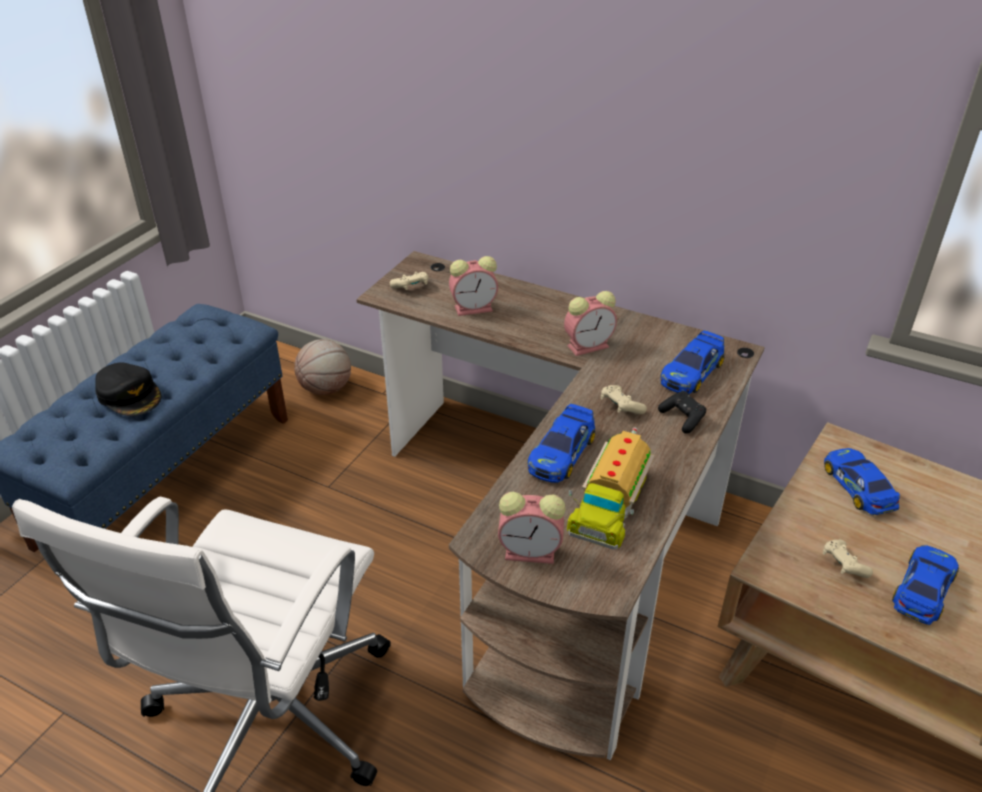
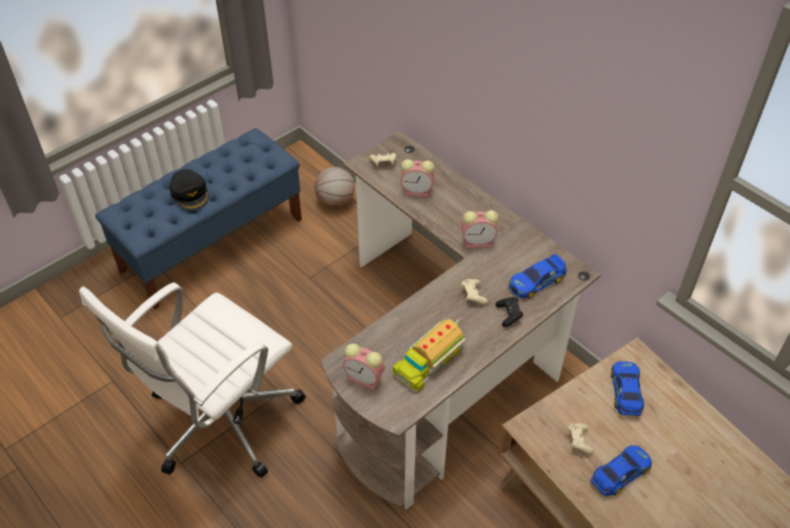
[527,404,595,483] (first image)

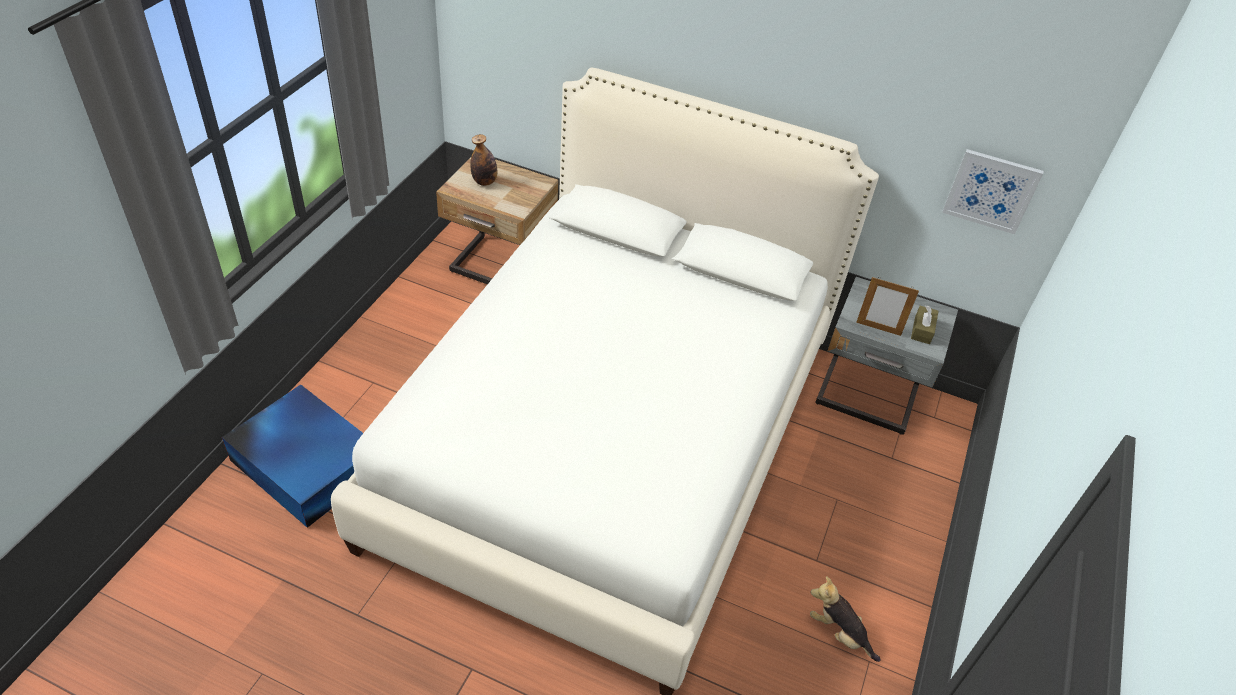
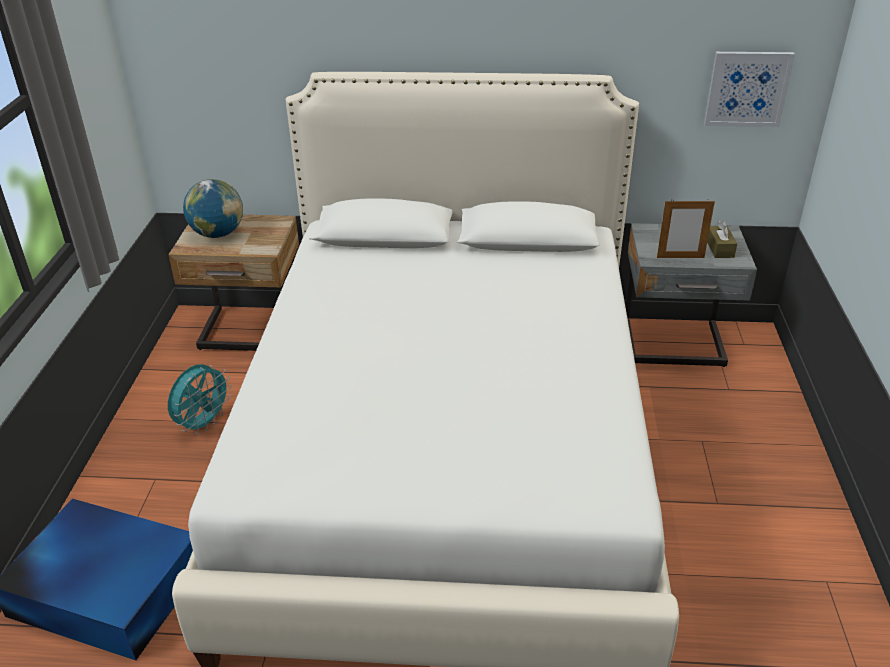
[168,364,232,434]
[183,179,243,238]
[810,576,881,662] (first image)

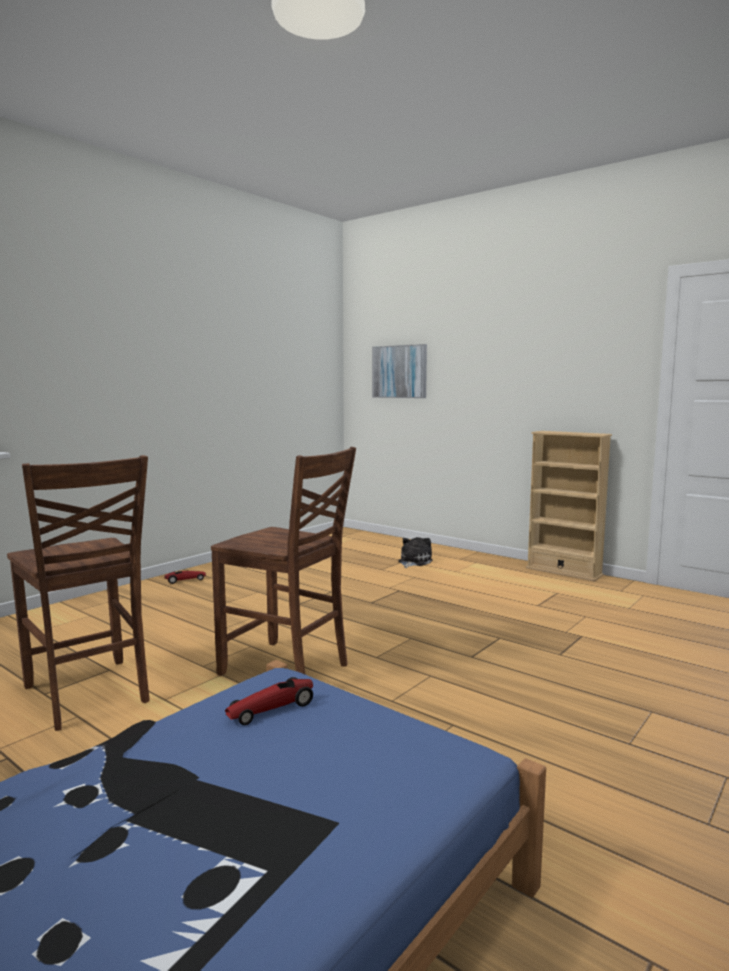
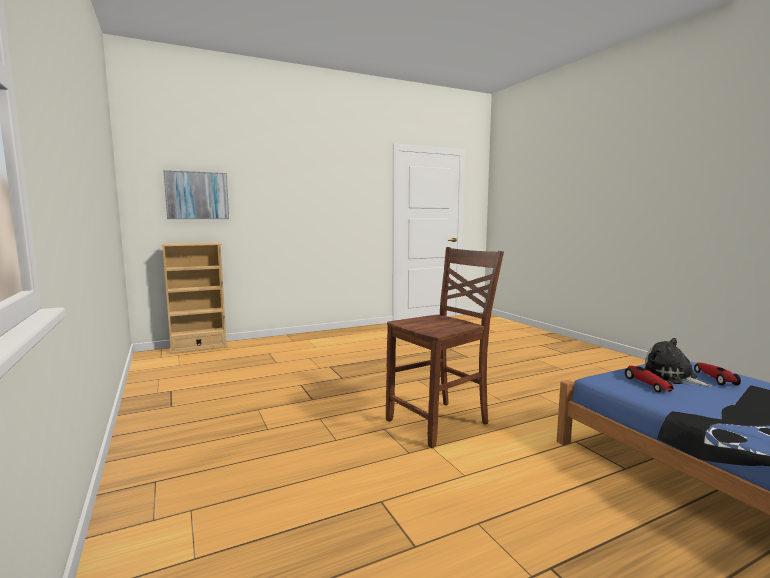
[161,243,228,354]
[644,338,712,387]
[694,363,741,386]
[7,455,149,731] (first image)

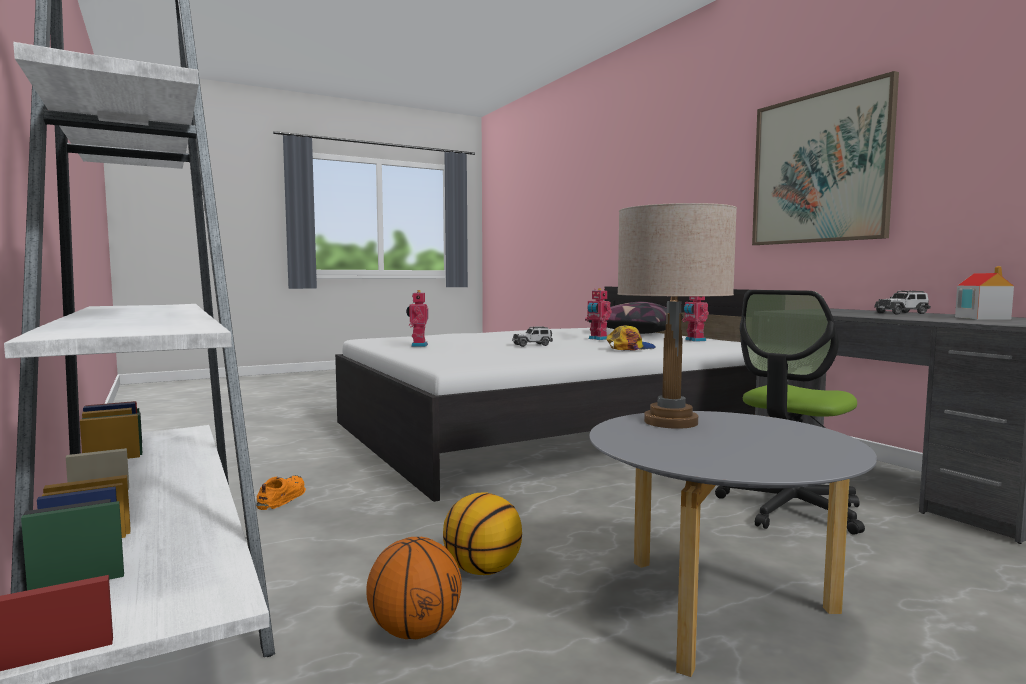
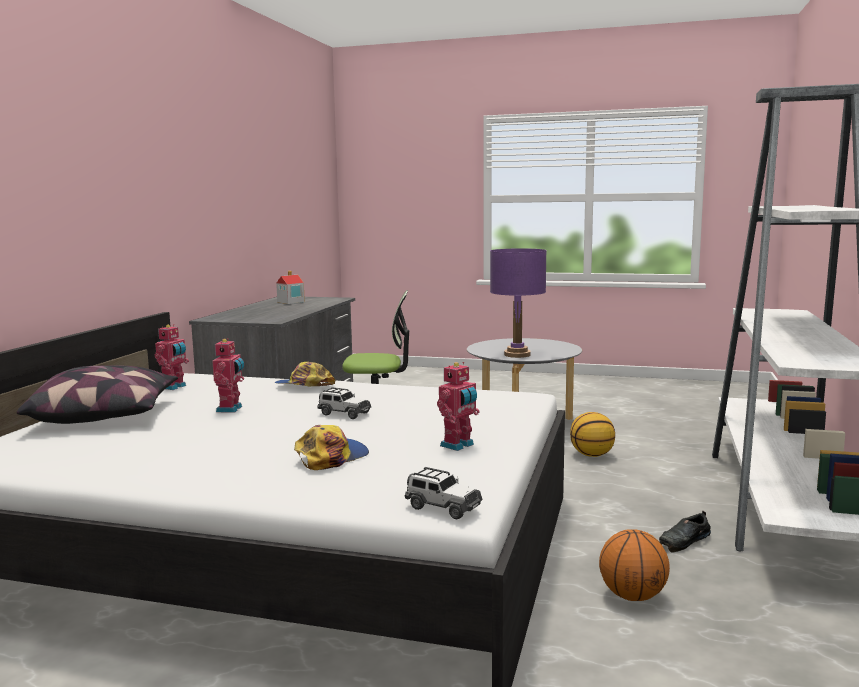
[294,425,369,470]
[404,467,482,519]
[490,248,547,358]
[599,530,670,601]
[659,510,711,553]
[752,71,899,245] (first image)

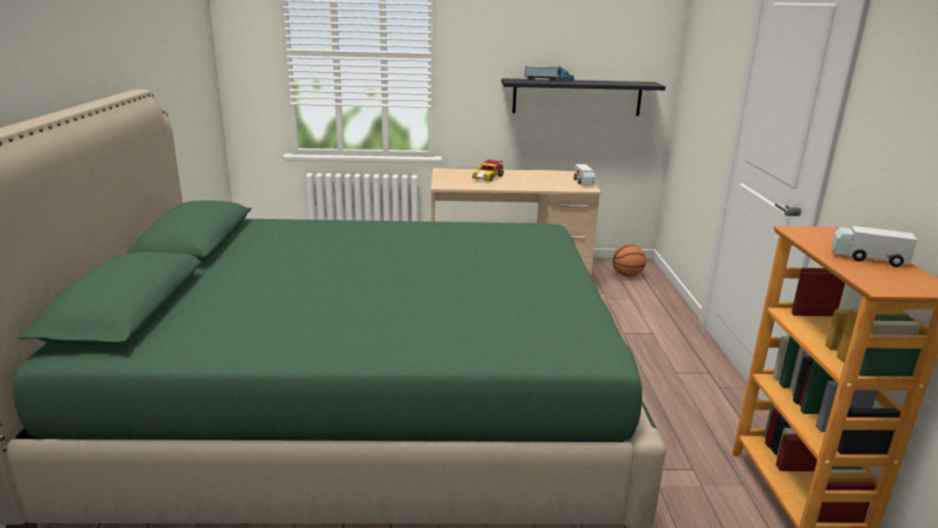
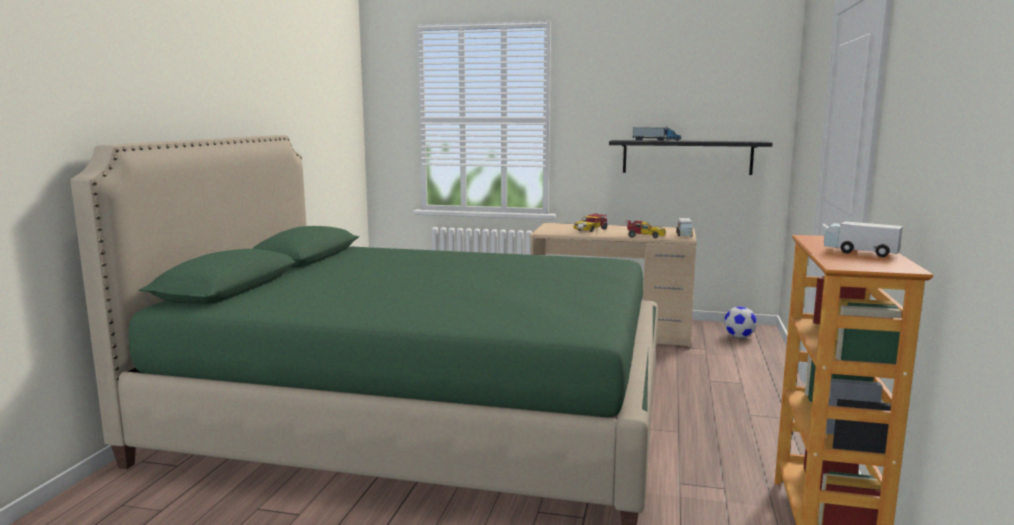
[625,220,666,238]
[724,307,757,338]

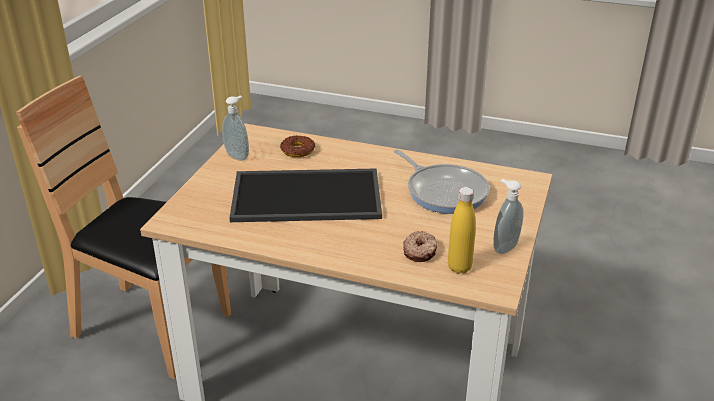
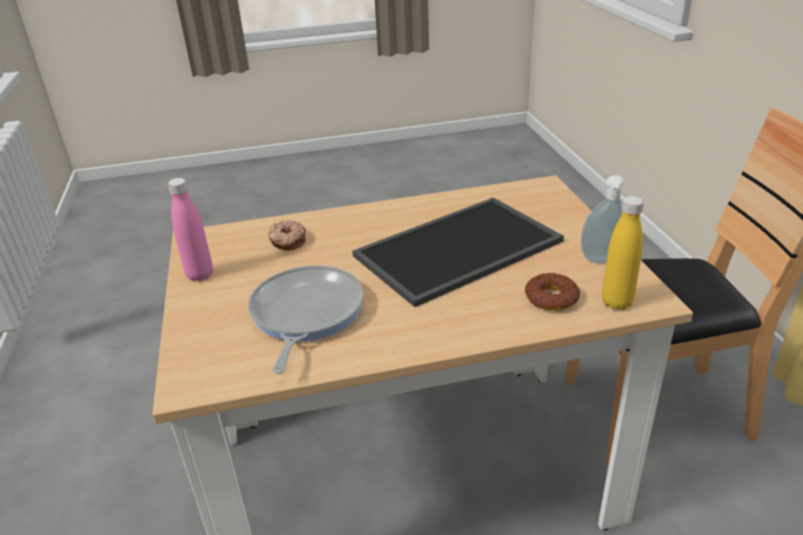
[168,178,213,281]
[248,265,364,374]
[602,196,644,310]

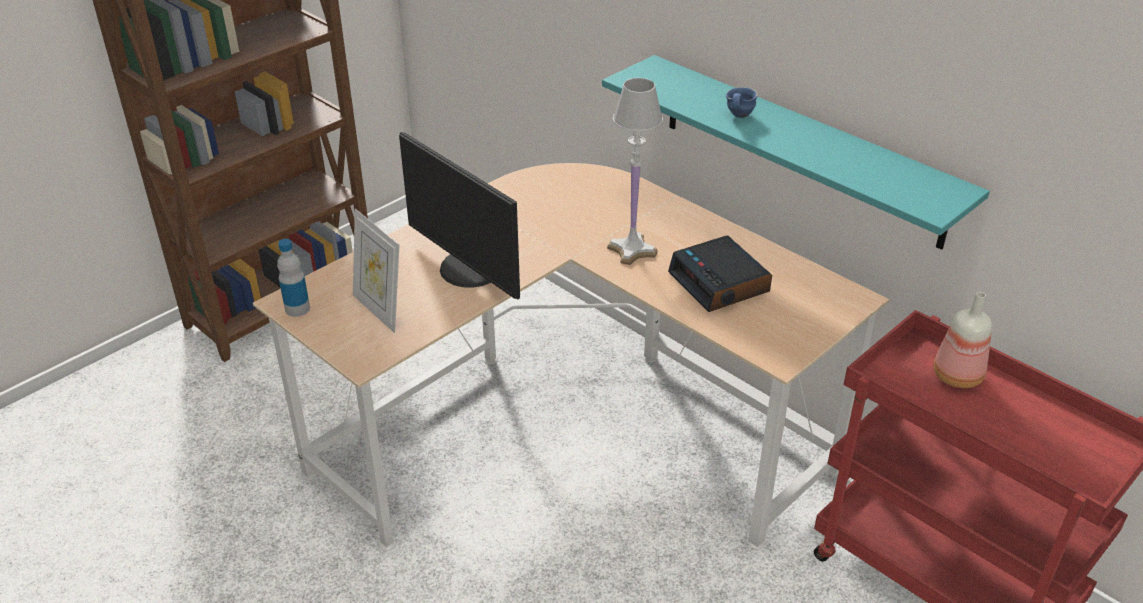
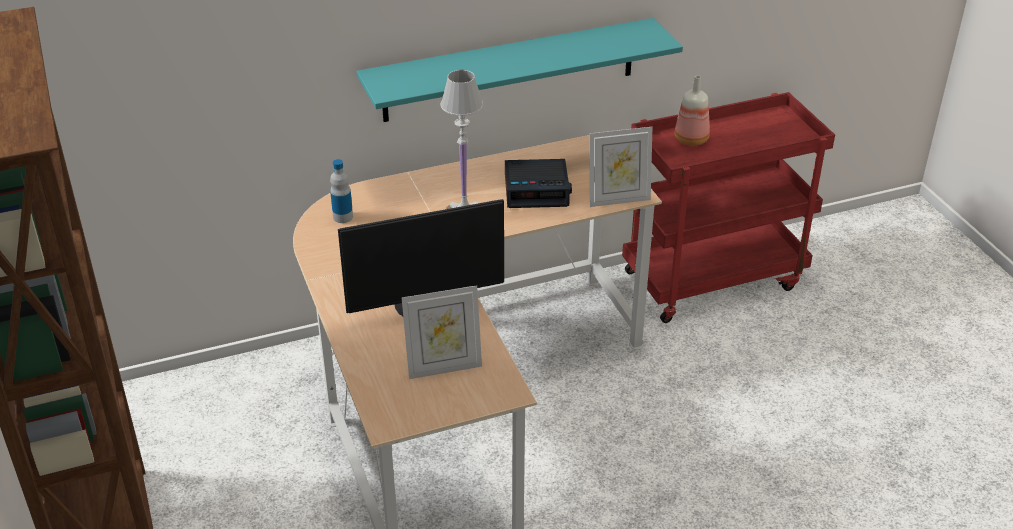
[330,159,353,223]
[590,127,652,207]
[726,87,758,118] (first image)

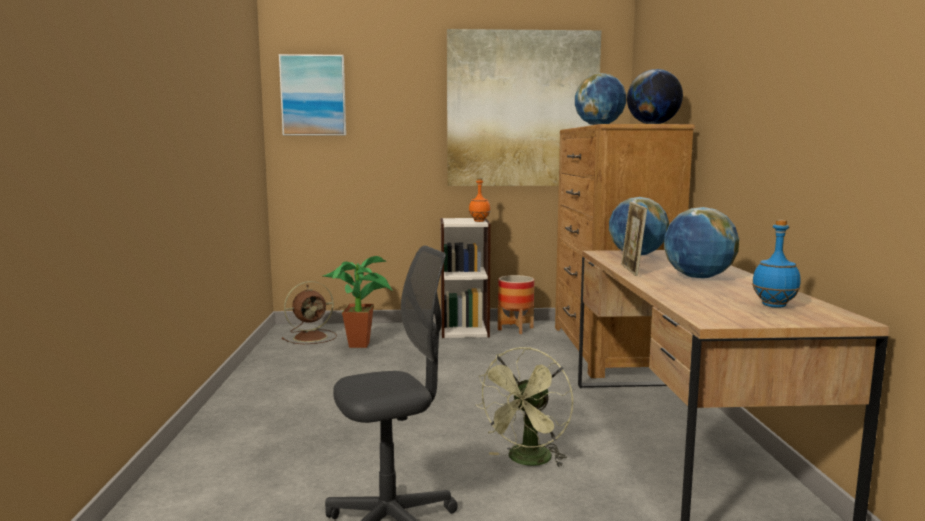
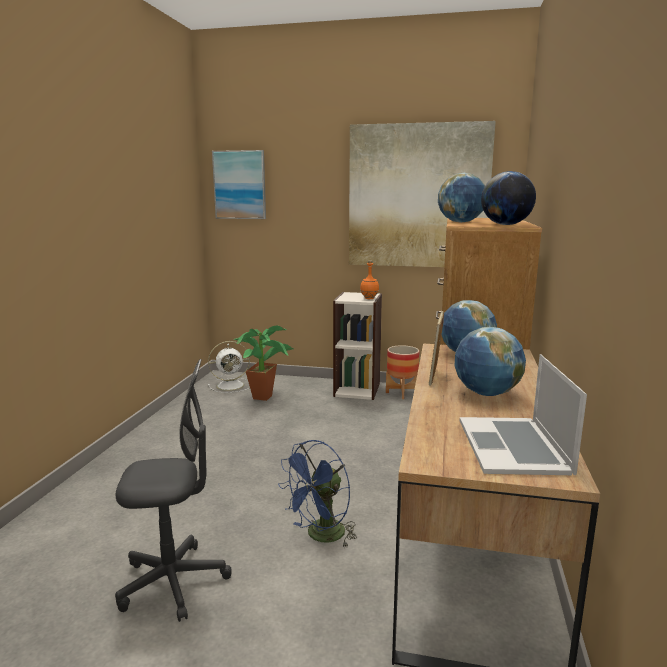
[208,341,250,393]
[278,440,357,548]
[460,354,587,475]

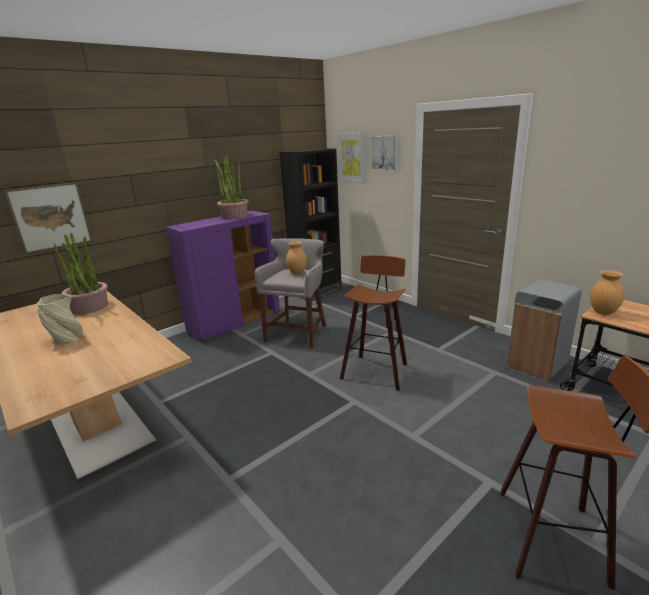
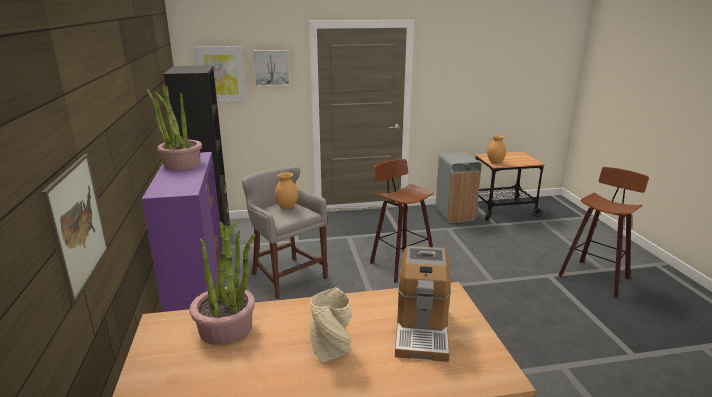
[395,246,451,362]

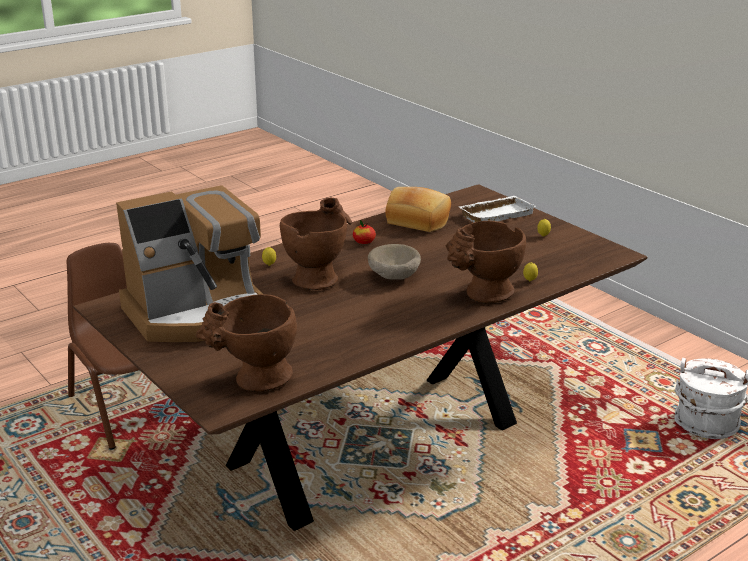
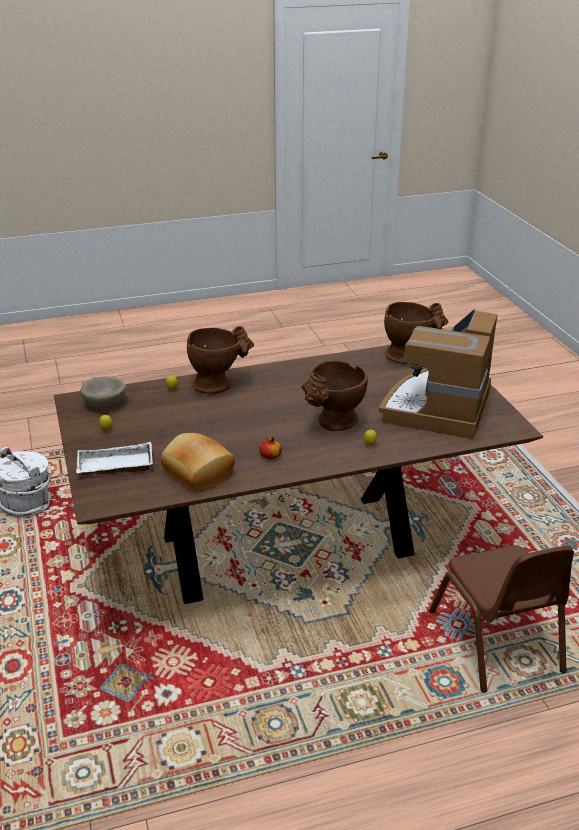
[80,376,127,408]
[379,309,498,439]

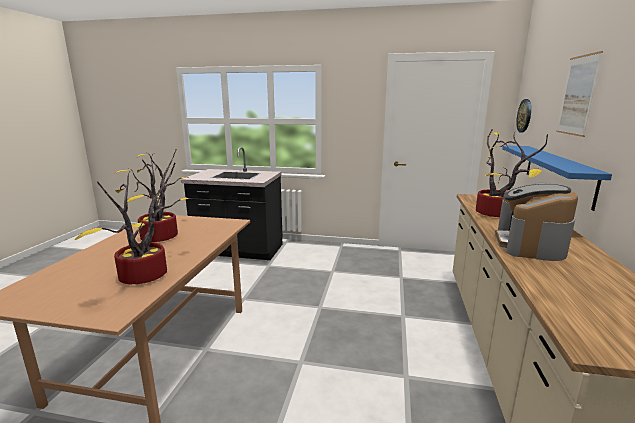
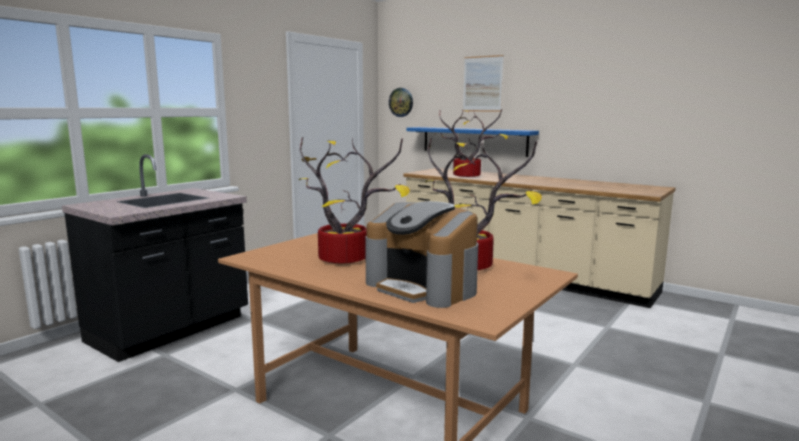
[365,201,478,308]

